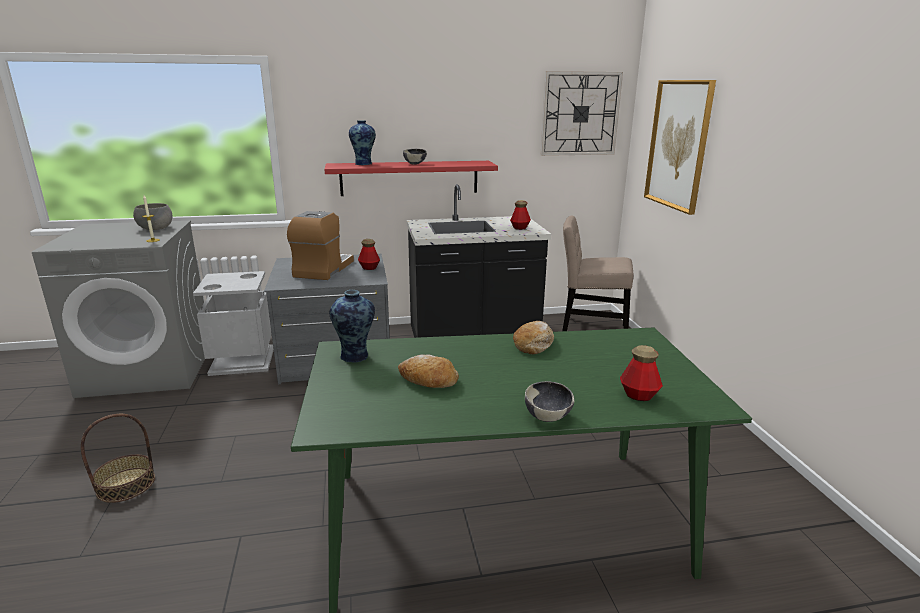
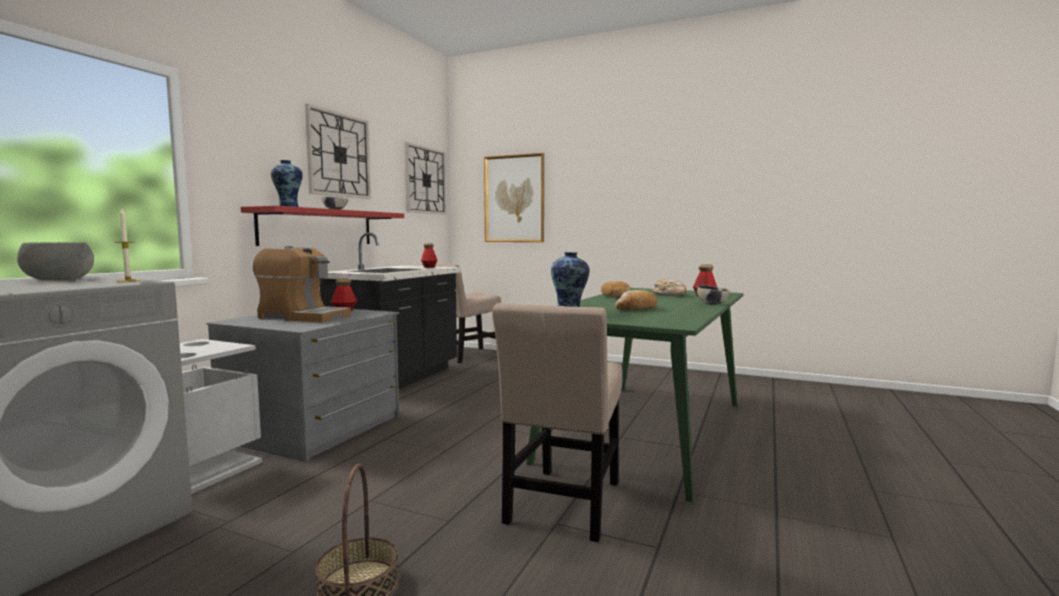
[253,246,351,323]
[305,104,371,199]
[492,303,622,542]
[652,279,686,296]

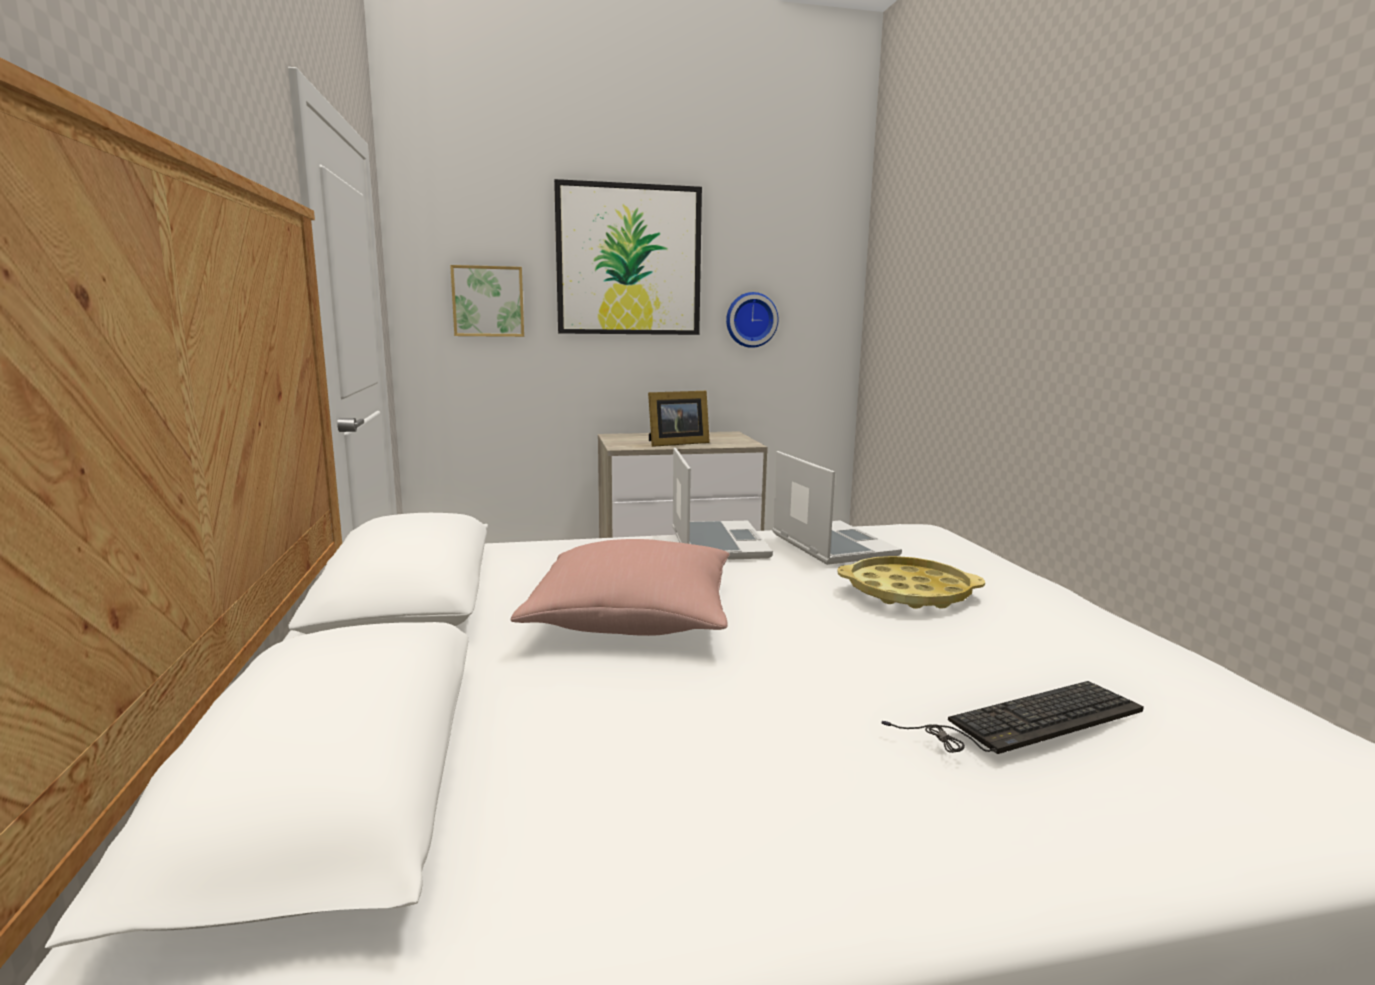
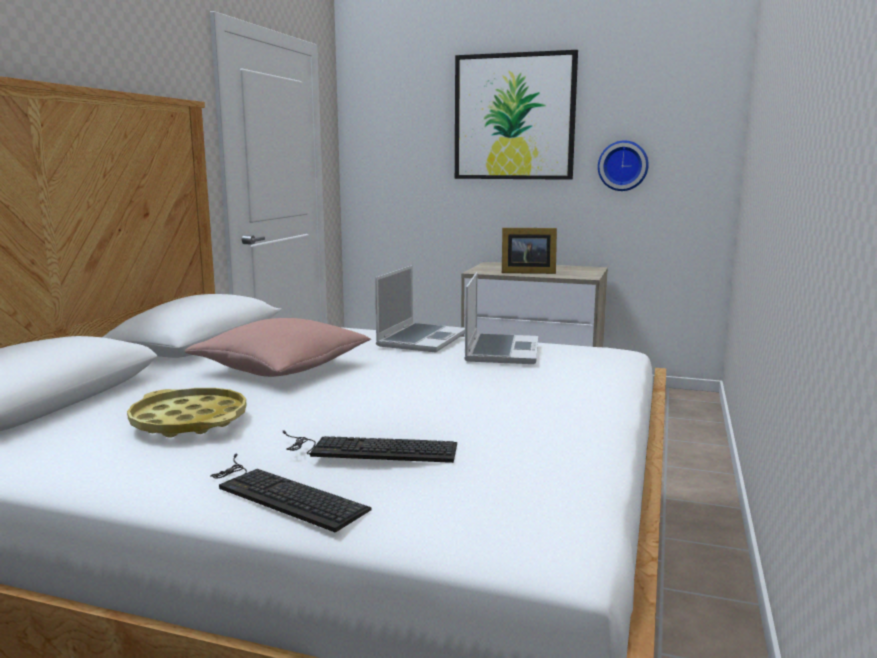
[127,388,246,438]
[210,453,371,533]
[450,265,524,337] (first image)

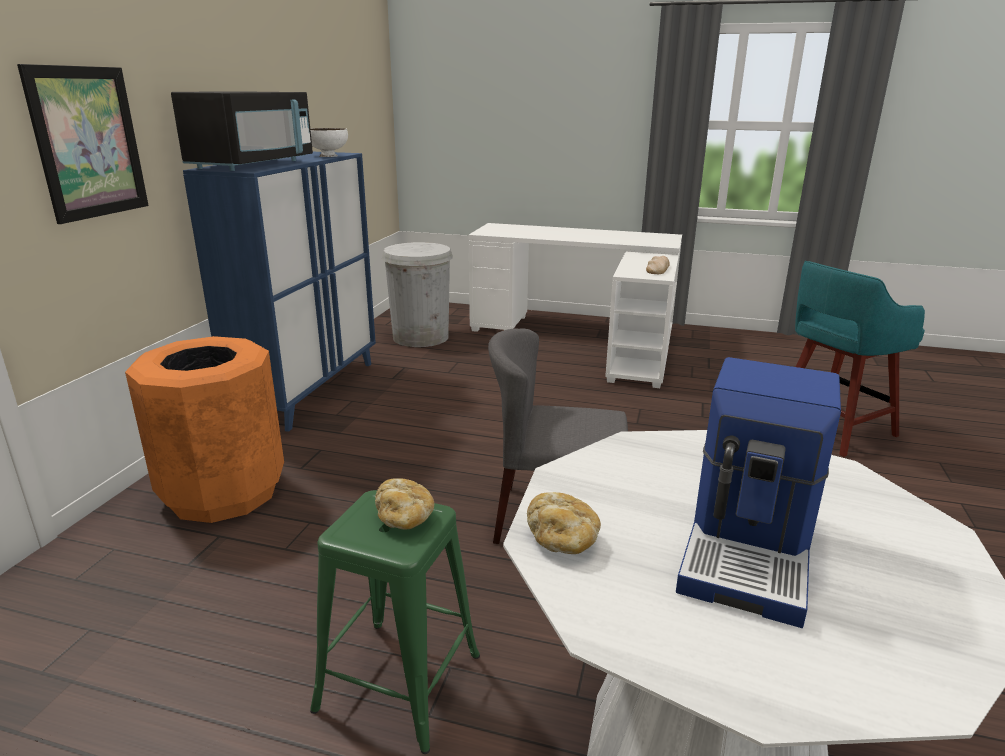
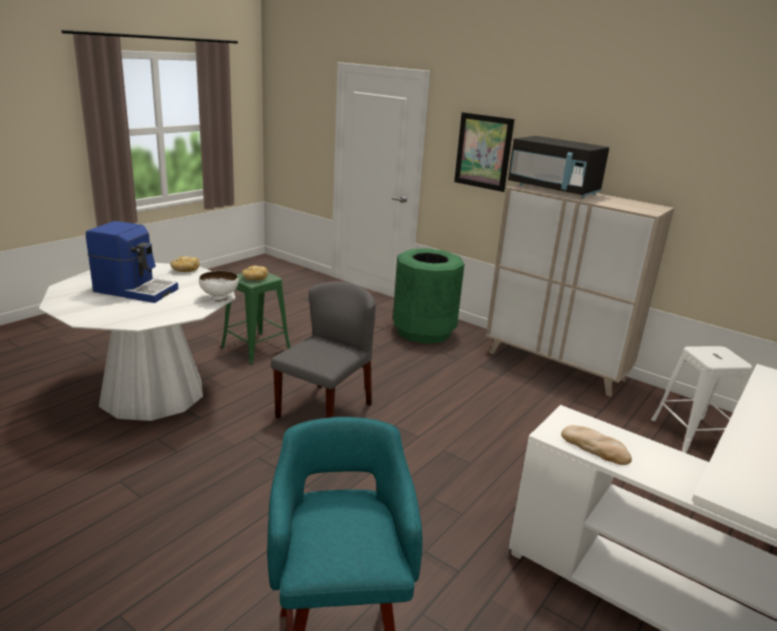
[86,221,178,303]
[199,271,239,302]
[393,248,464,344]
[486,183,674,397]
[650,346,752,453]

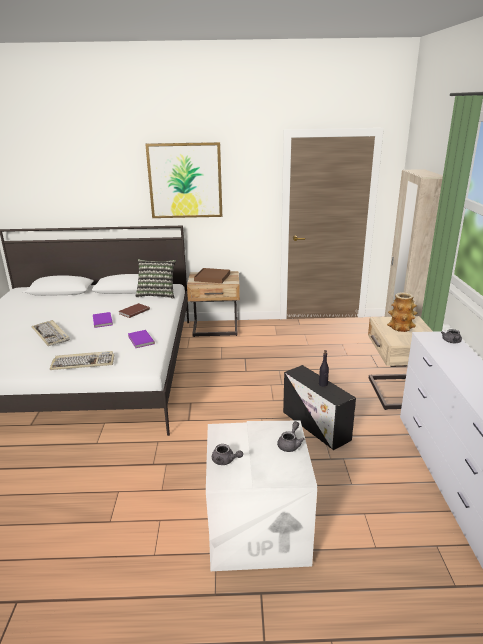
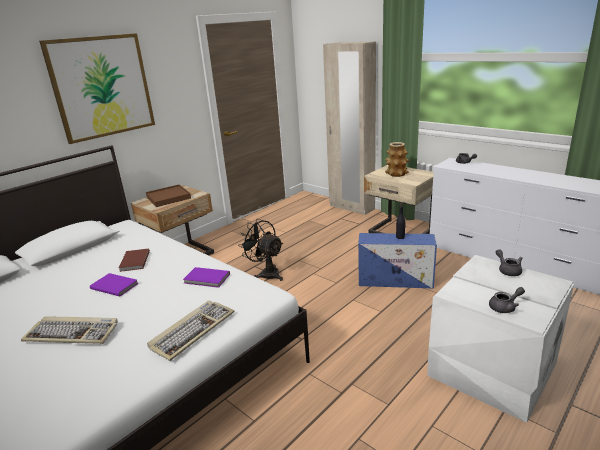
[238,219,283,281]
[358,233,437,288]
[135,259,176,299] (first image)

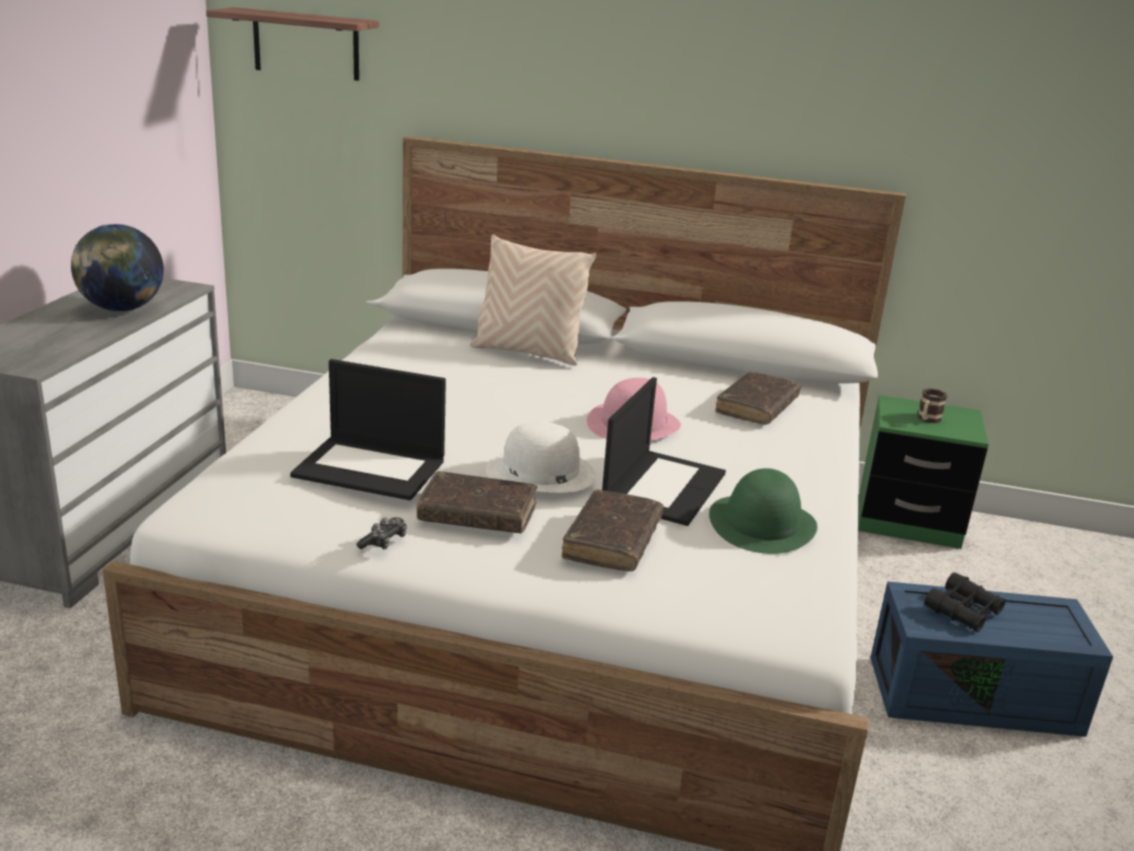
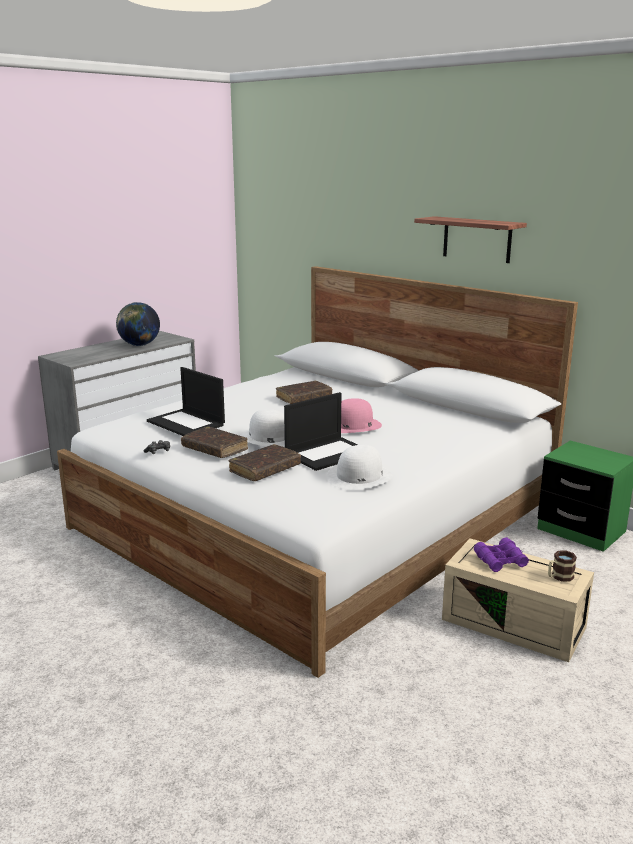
[276,381,332,404]
[327,445,393,490]
[414,216,527,263]
[442,538,594,662]
[474,537,529,572]
[548,550,577,582]
[470,234,597,366] (first image)

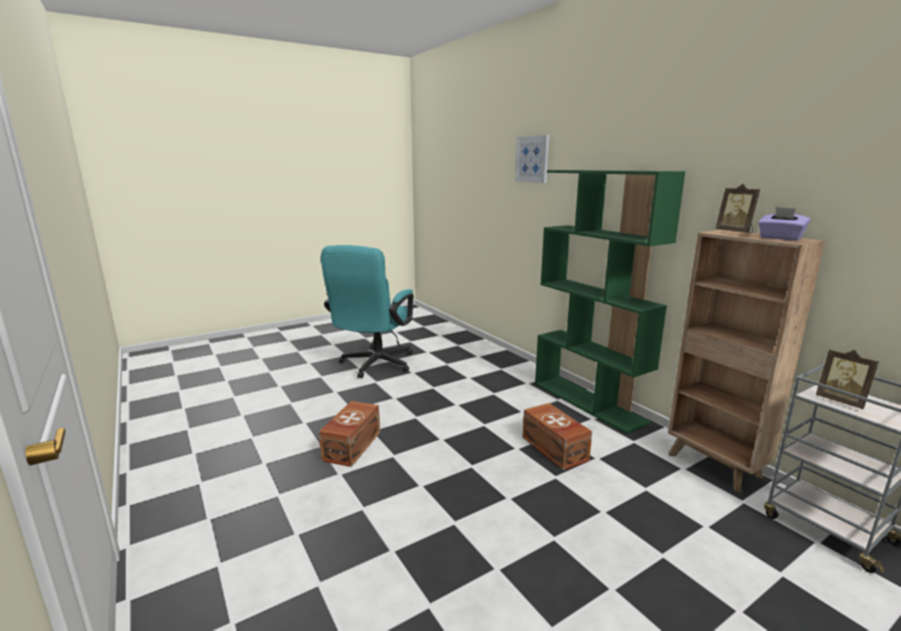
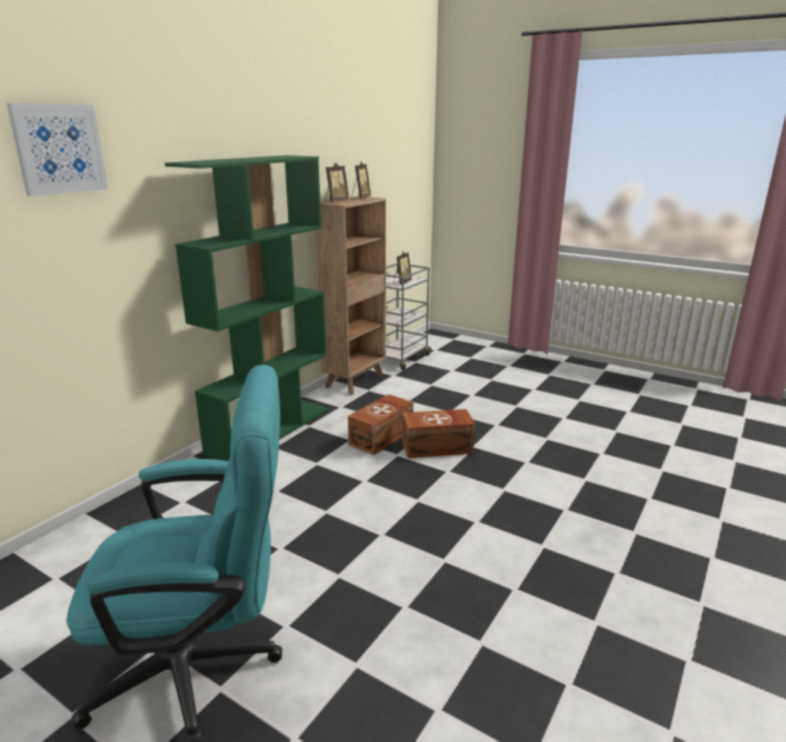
[351,162,371,199]
[402,409,475,458]

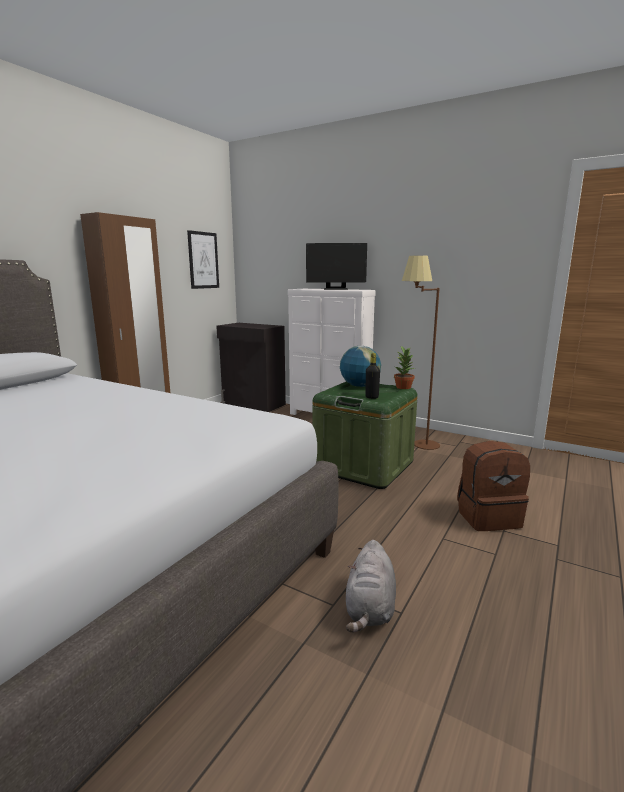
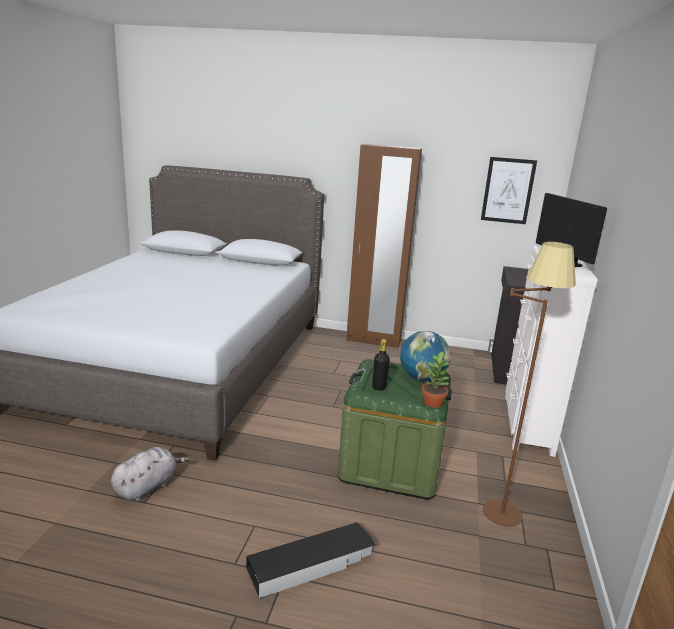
[111,447,189,501]
[246,522,375,599]

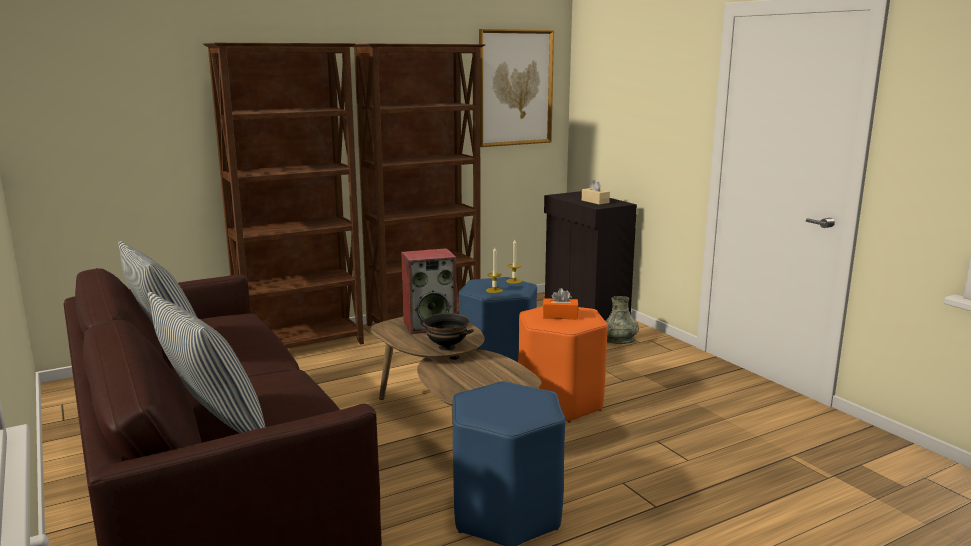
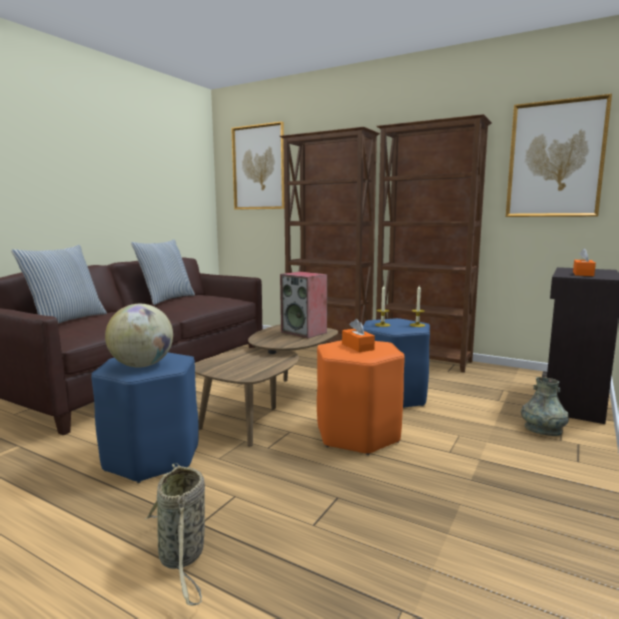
[105,304,173,367]
[144,463,205,606]
[231,121,284,210]
[573,248,596,276]
[420,313,474,351] (first image)

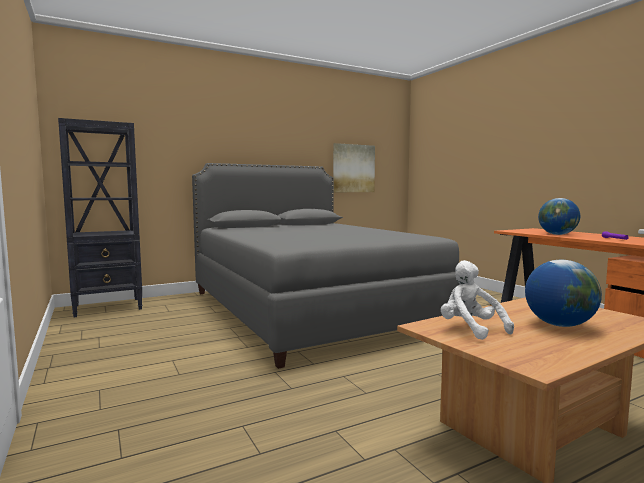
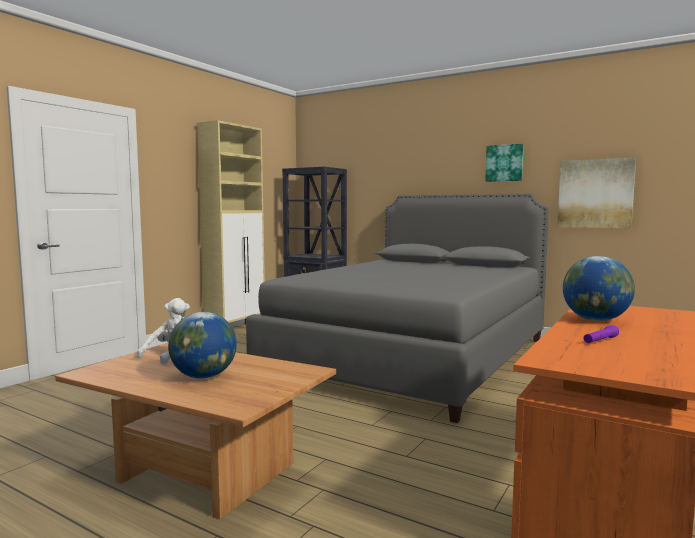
[197,120,265,324]
[485,144,524,182]

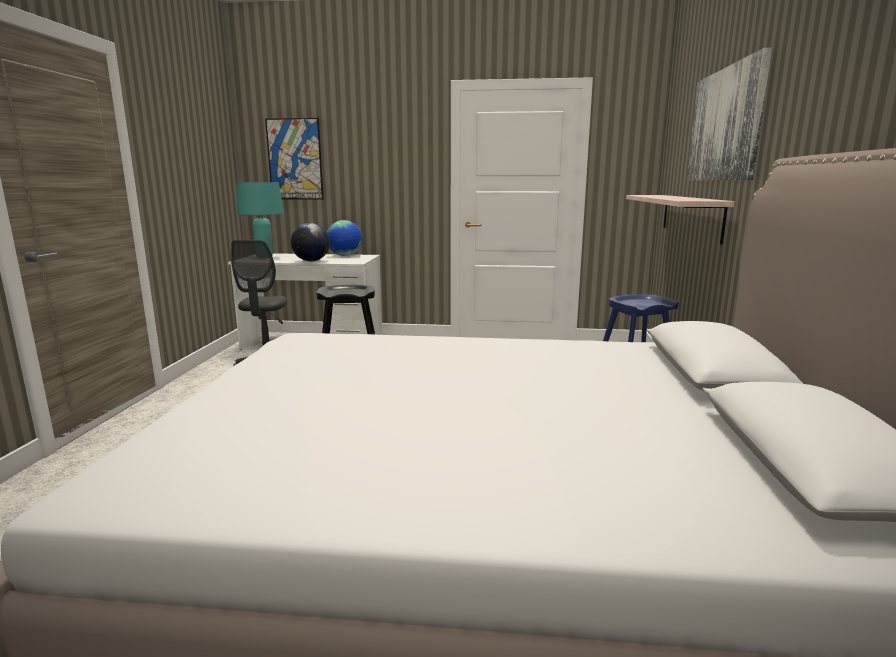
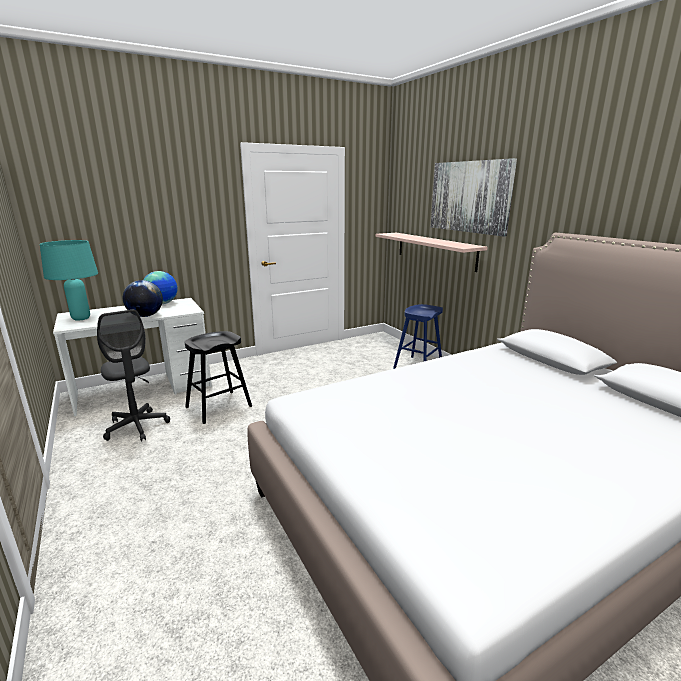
[265,118,324,200] (first image)

